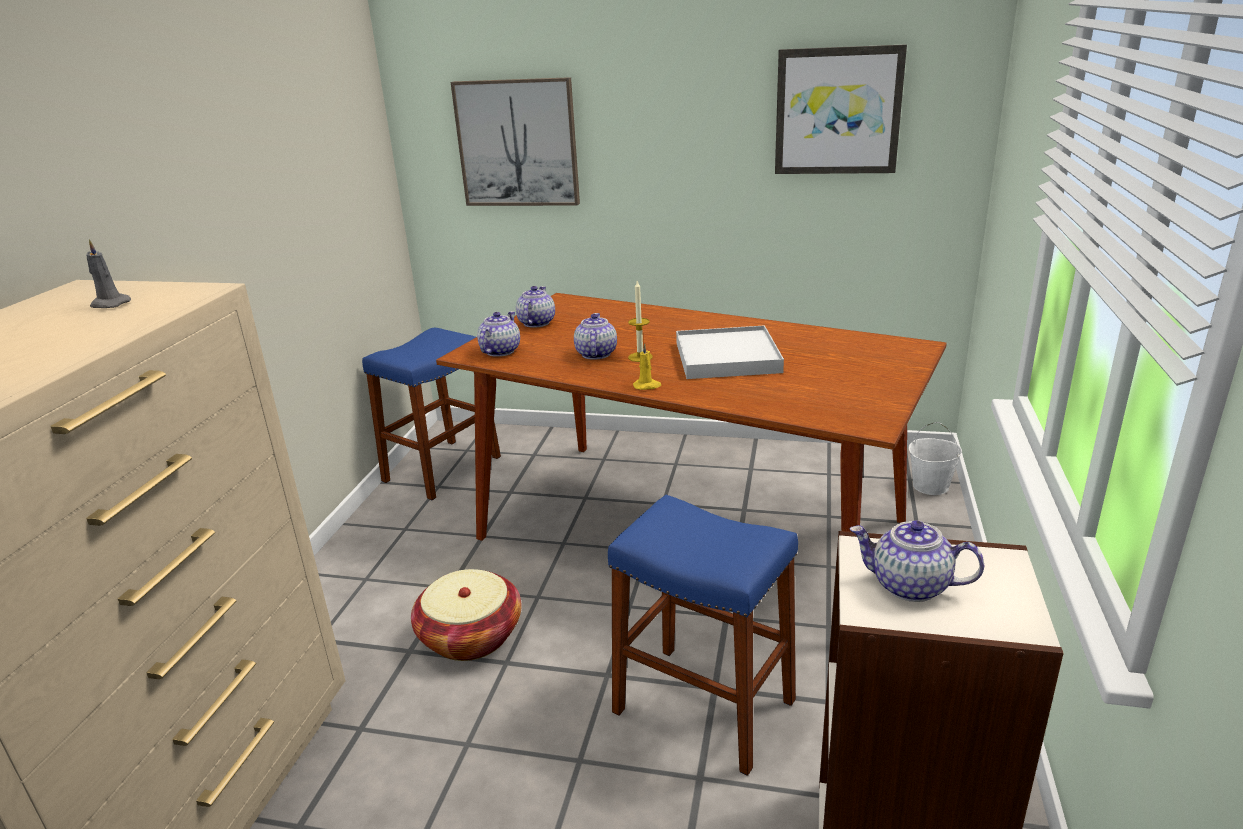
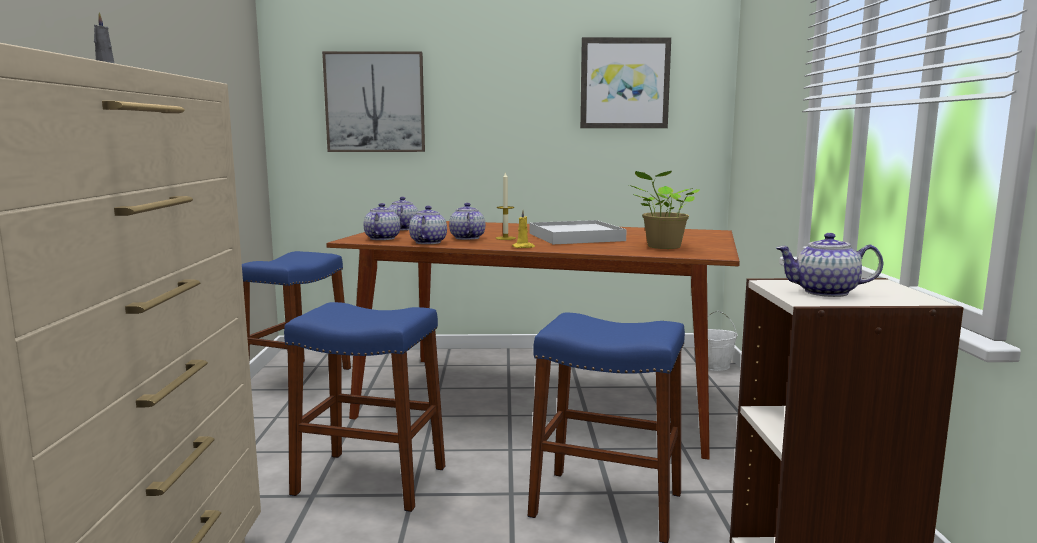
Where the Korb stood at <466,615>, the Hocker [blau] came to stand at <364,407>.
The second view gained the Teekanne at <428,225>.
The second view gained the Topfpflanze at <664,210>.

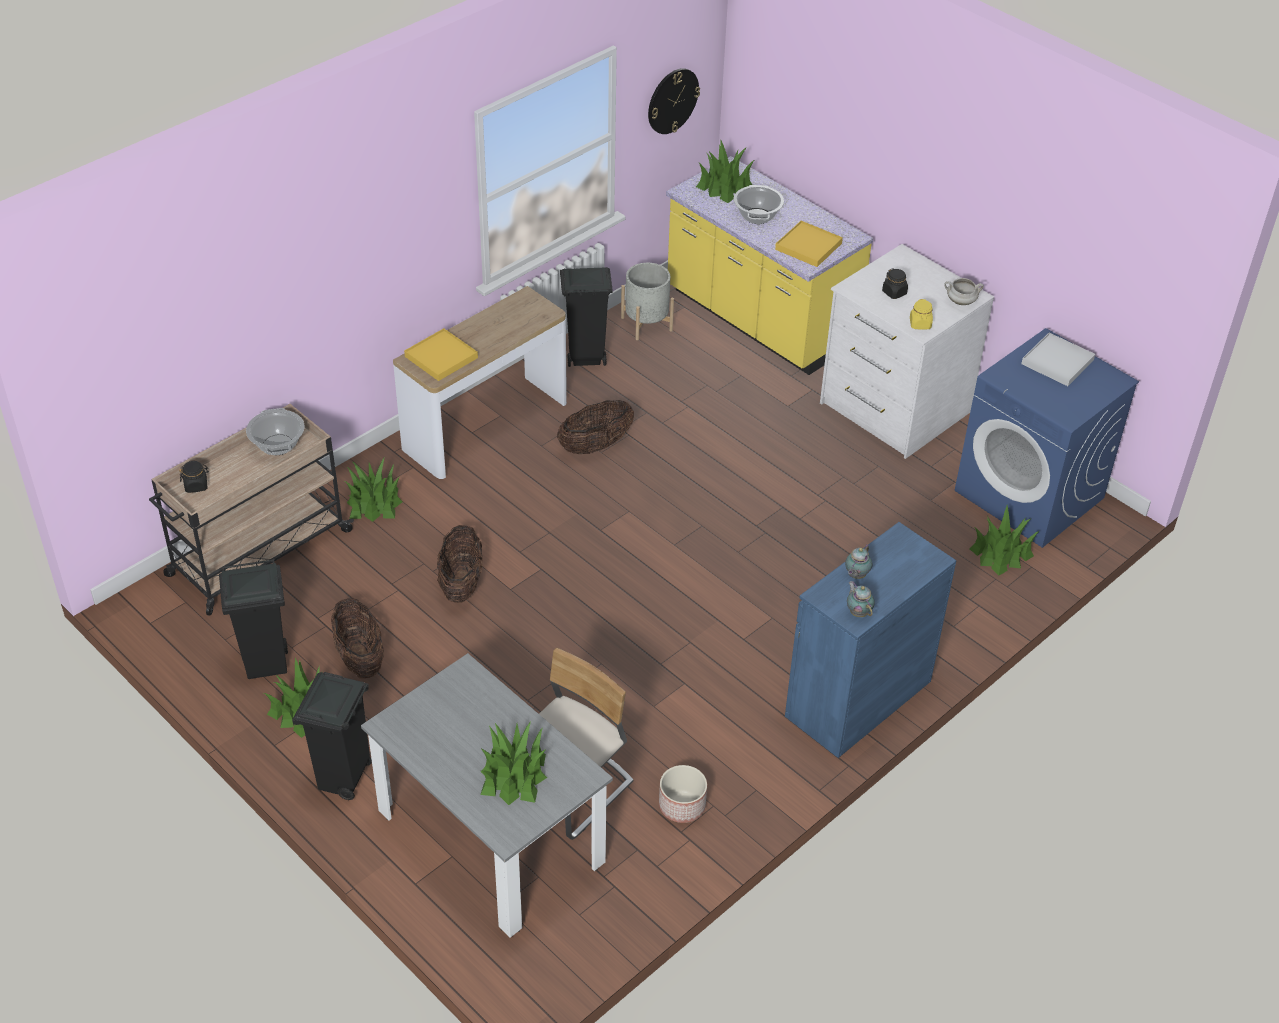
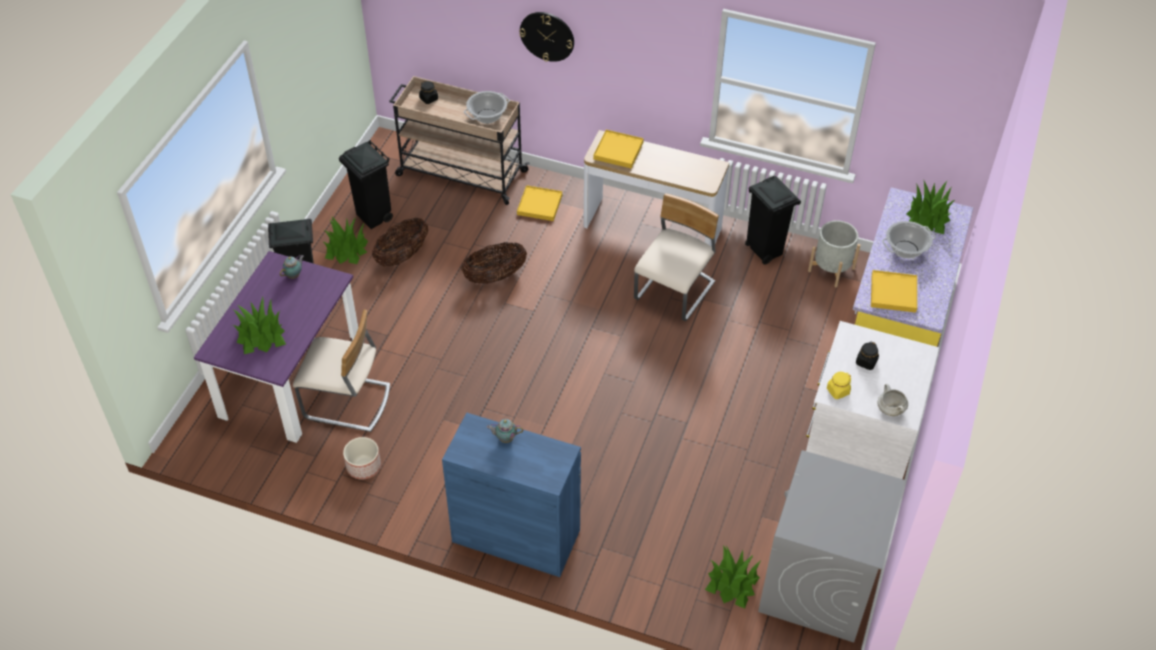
What was the Esstisch [grau] at <487,795> turned into the Esstisch [lila] at <276,347>.
The Teekanne ended up elsewhere, having gone from <861,599> to <292,267>.
Where the Topfpflanze stood at <374,489>, the Tablett [gelb] came to stand at <539,203>.
The Wanduhr ended up elsewhere, having gone from <674,101> to <546,37>.
Where the Korb stood at <595,427>, the Stuhl [beige] came to stand at <676,257>.
What was the Waschmaschine [blau] at <1047,438> turned into the Waschmaschine [grau] at <831,546>.
The second view lost the Tablett [weiß] at <1058,359>.

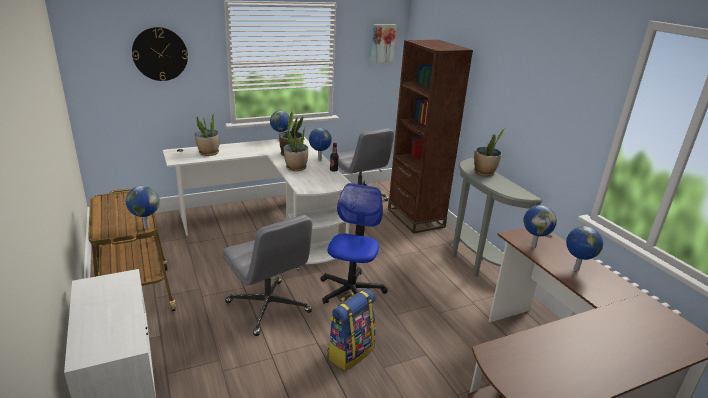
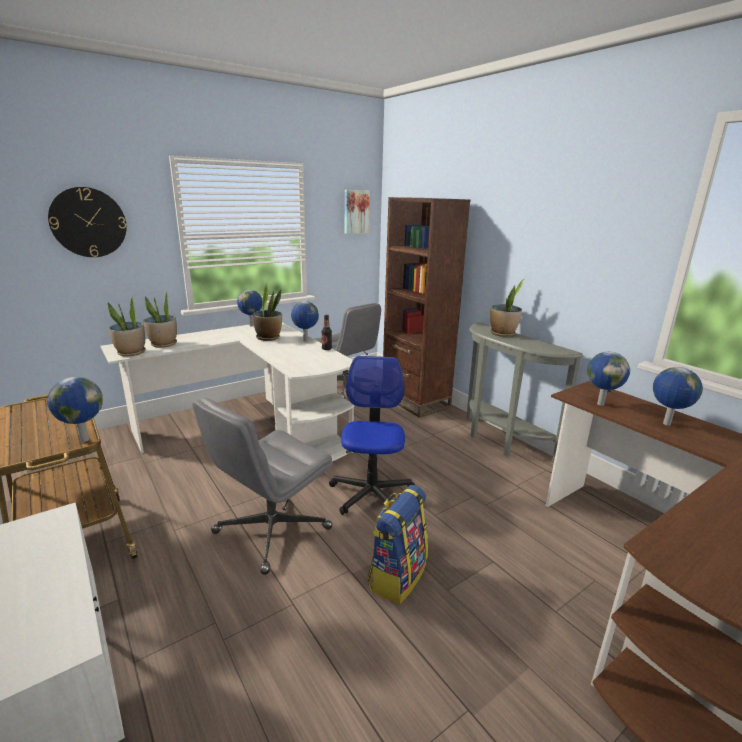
The Topfpflanze ended up elsewhere, having gone from <296,149> to <127,327>.
The Bürostuhl [grau] at <267,275> ended up facing another way, 90 degrees clockwise from before.

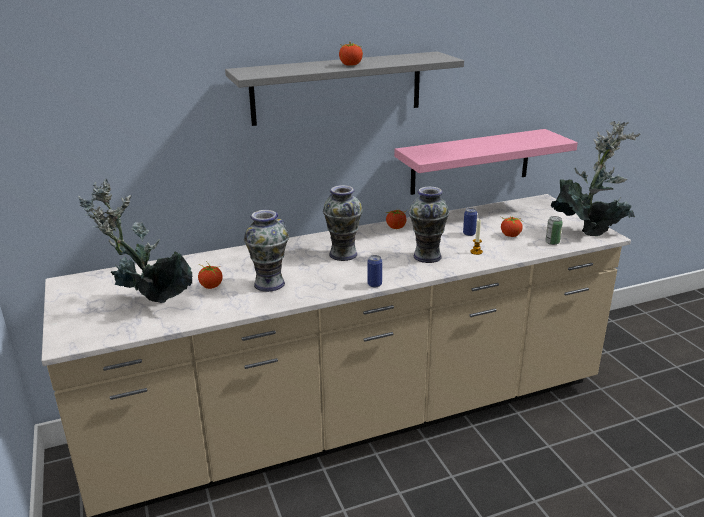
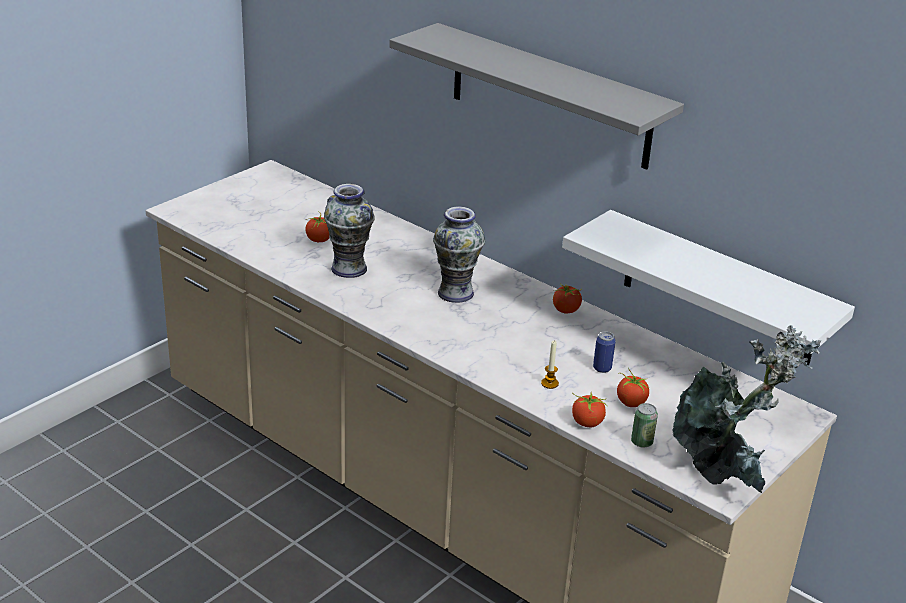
What was the Wandregal [rosa] at <486,162> turned into the Wandregal [weiß] at <708,287>.
The Tomate ended up elsewhere, having gone from <351,54> to <590,410>.
The second view lost the Topfpflanze at <135,241>.
The second view lost the Dose at <375,271>.
The second view lost the Vase at <429,225>.

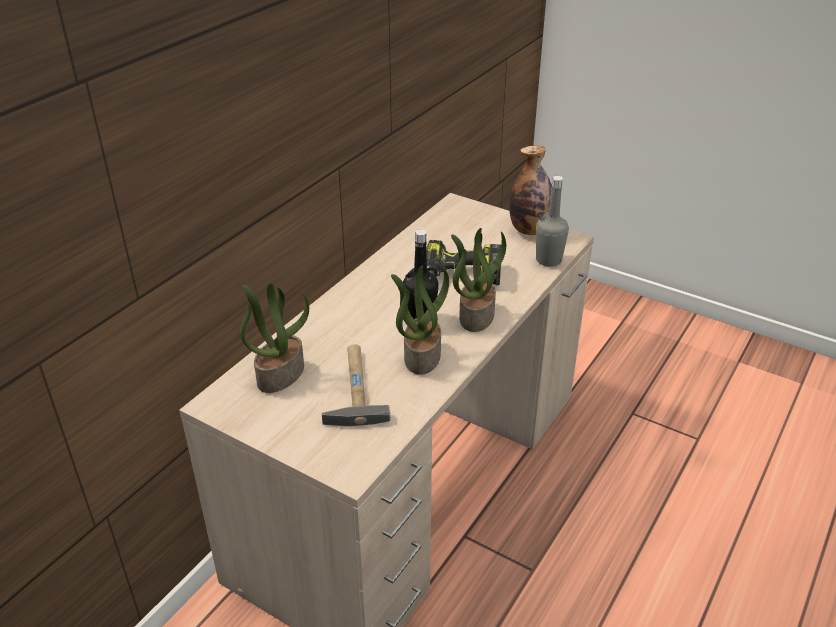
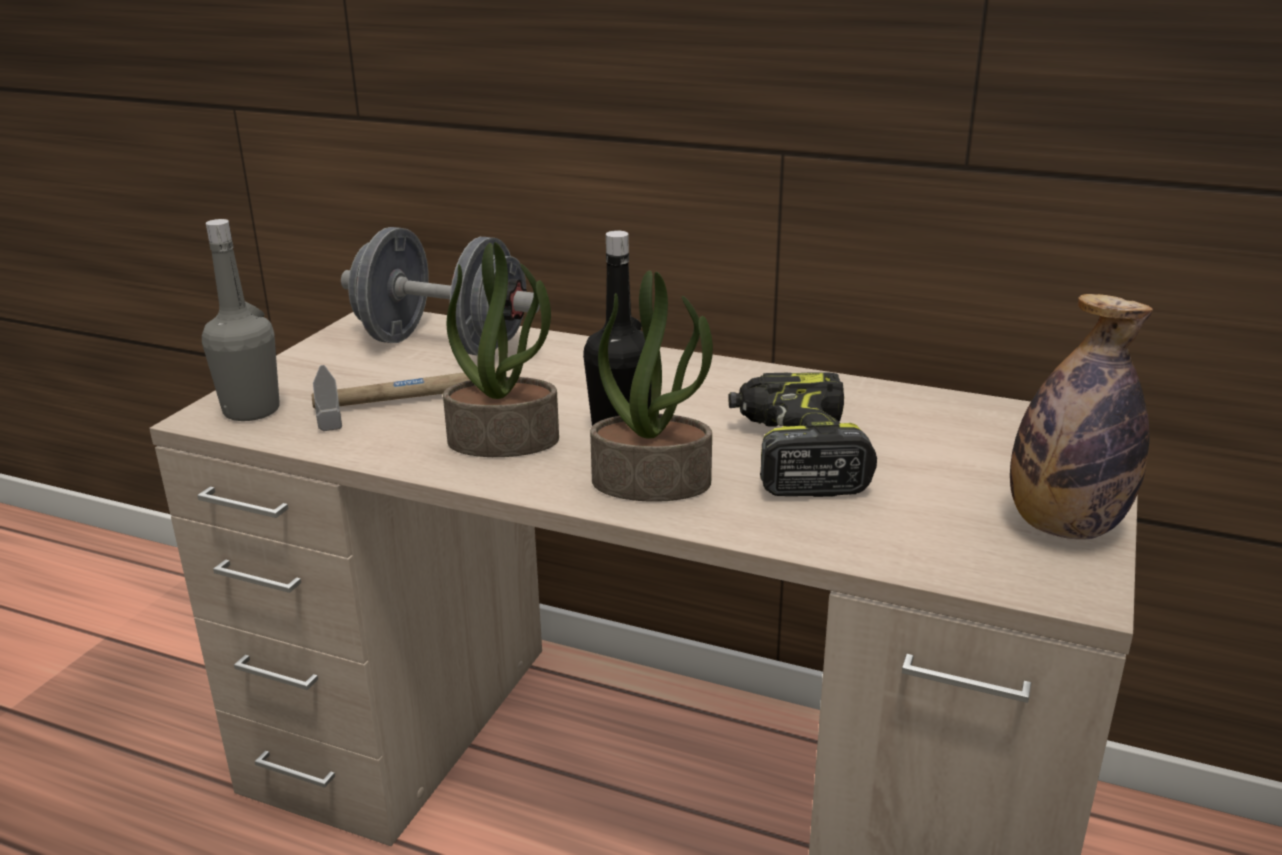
The Flasche [grau] ended up elsewhere, having gone from <552,221> to <241,320>.
Where the Topfpflanze stood at <274,338>, the Hantel [grau] came to stand at <440,291>.

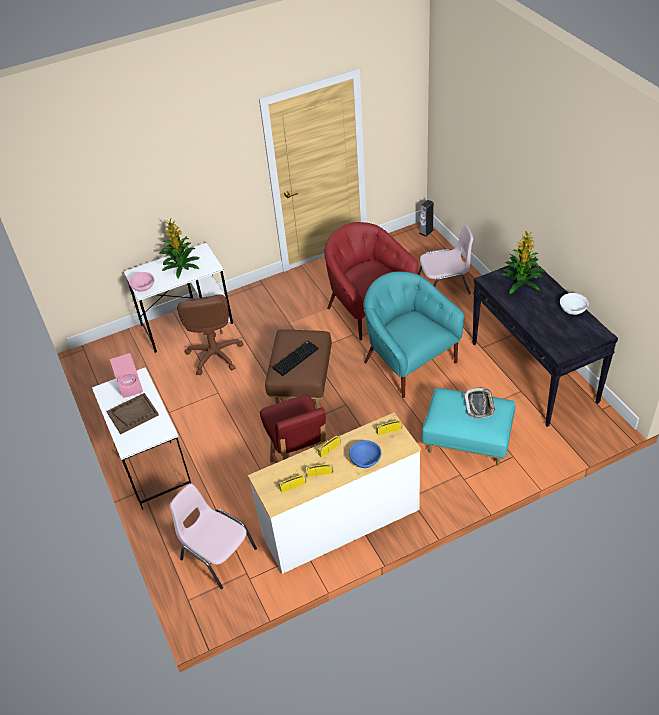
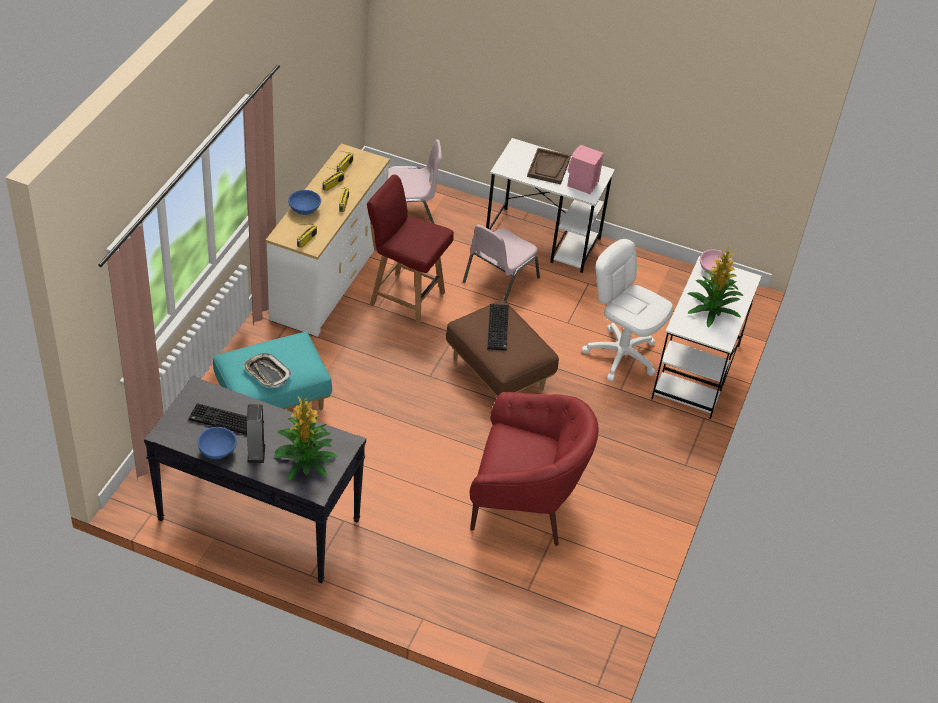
The second view gained the Tastatur at <226,419>.
What was the Schüssel [weiß] at <574,304> turned into the Schüssel [blau] at <217,443>.
The Lautsprecher ended up elsewhere, having gone from <426,218> to <255,433>.
The Stuhl [rosa] ended up elsewhere, having gone from <445,259> to <501,263>.
What was the Bürostuhl [braun] at <210,334> turned into the Bürostuhl [weiß] at <627,310>.
The second view lost the Sessel [türkis] at <414,335>.

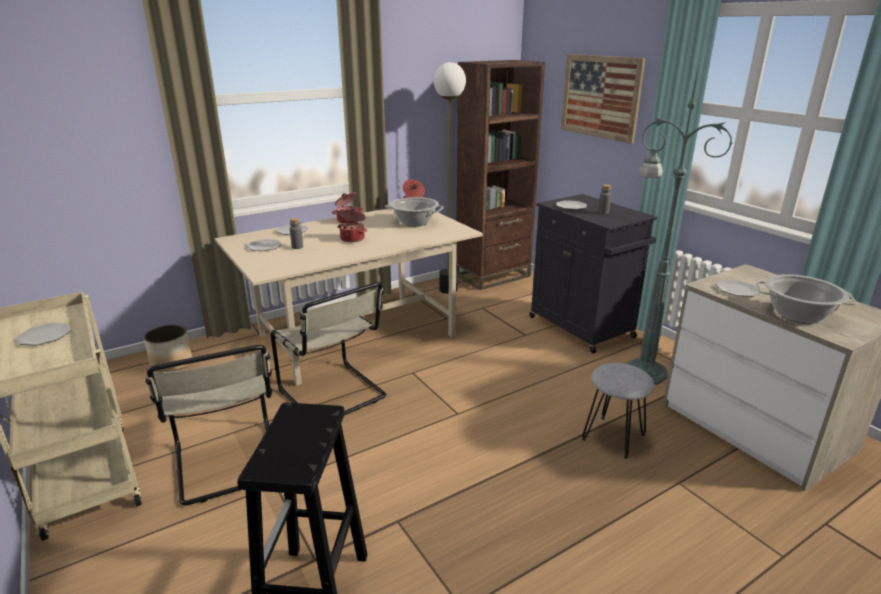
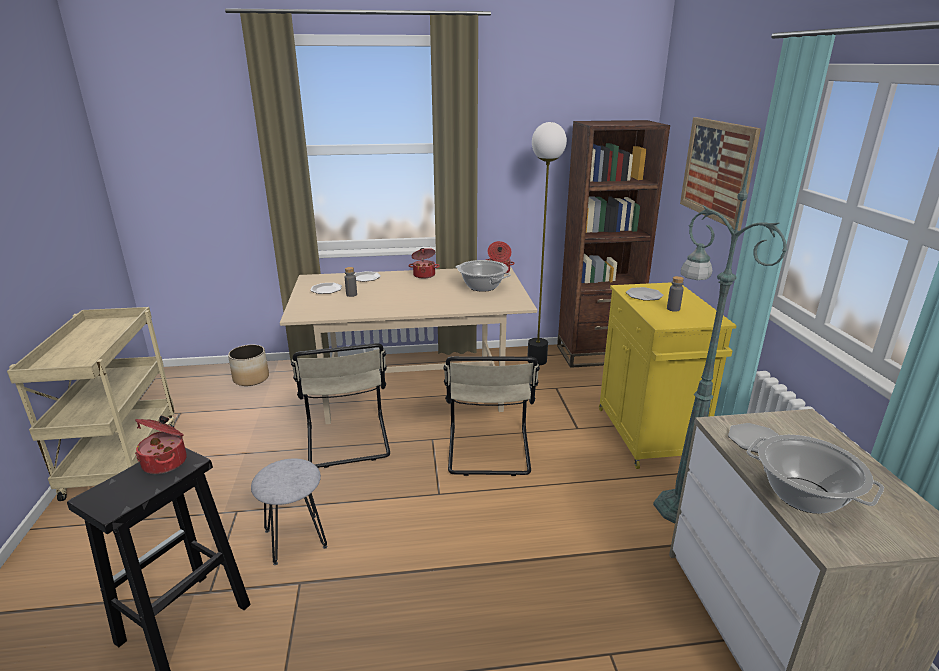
The Kochtopf ended up elsewhere, having gone from <352,225> to <161,444>.
The Hocker [grau] ended up elsewhere, having gone from <618,411> to <289,511>.
The Stuhl [beige] ended up elsewhere, having gone from <208,425> to <491,416>.
What was the Schrank [schwarz] at <593,273> turned into the Schrank [gelb] at <668,375>.
The second view lost the Teller at <43,334>.

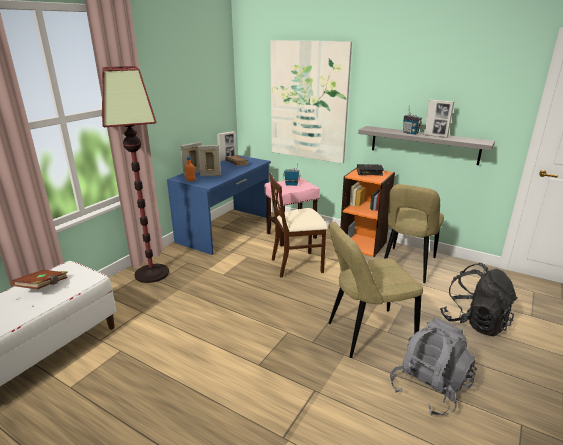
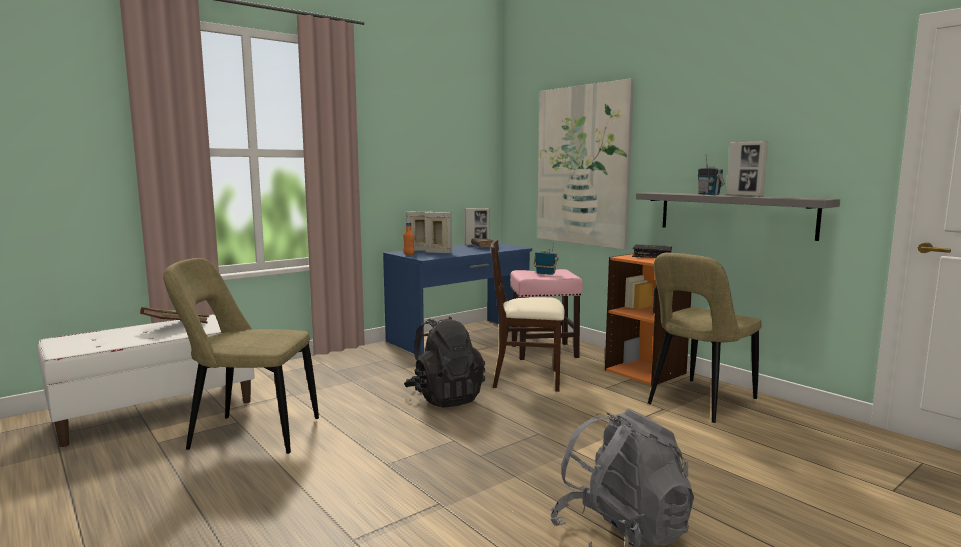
The Stuhl [beige] ended up elsewhere, having gone from <376,290> to <241,356>.
The Rucksack [schwarz] ended up elsewhere, having gone from <479,299> to <444,362>.
The second view lost the Stehlampe at <135,174>.

